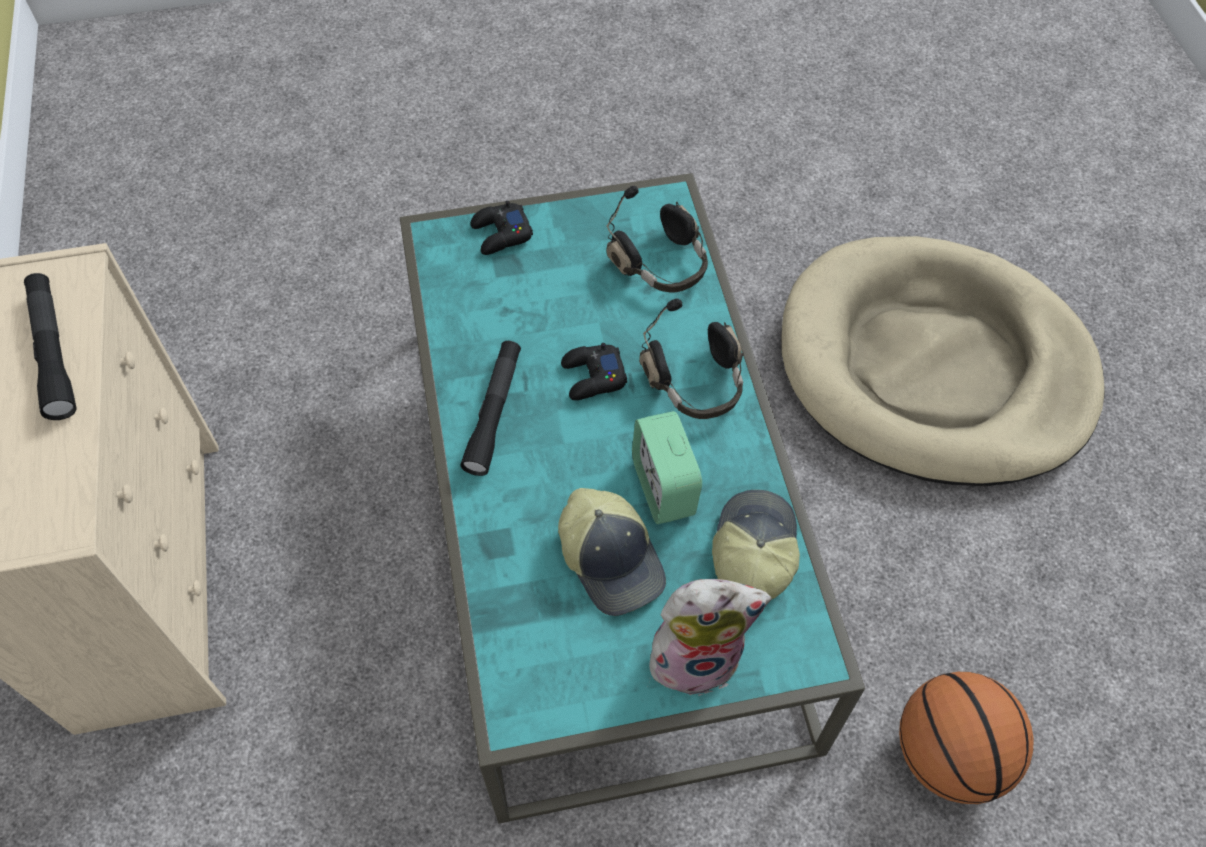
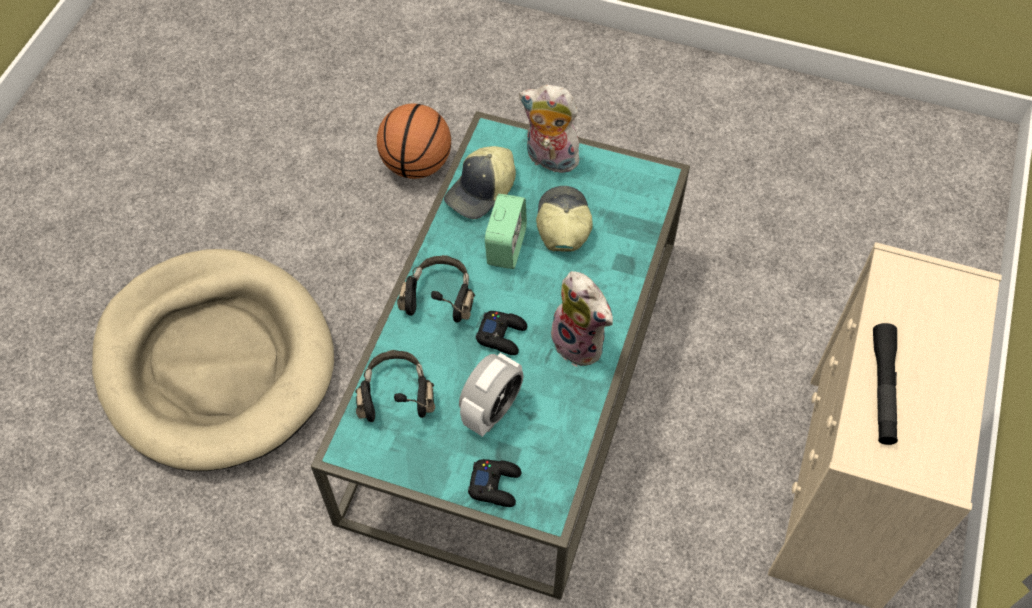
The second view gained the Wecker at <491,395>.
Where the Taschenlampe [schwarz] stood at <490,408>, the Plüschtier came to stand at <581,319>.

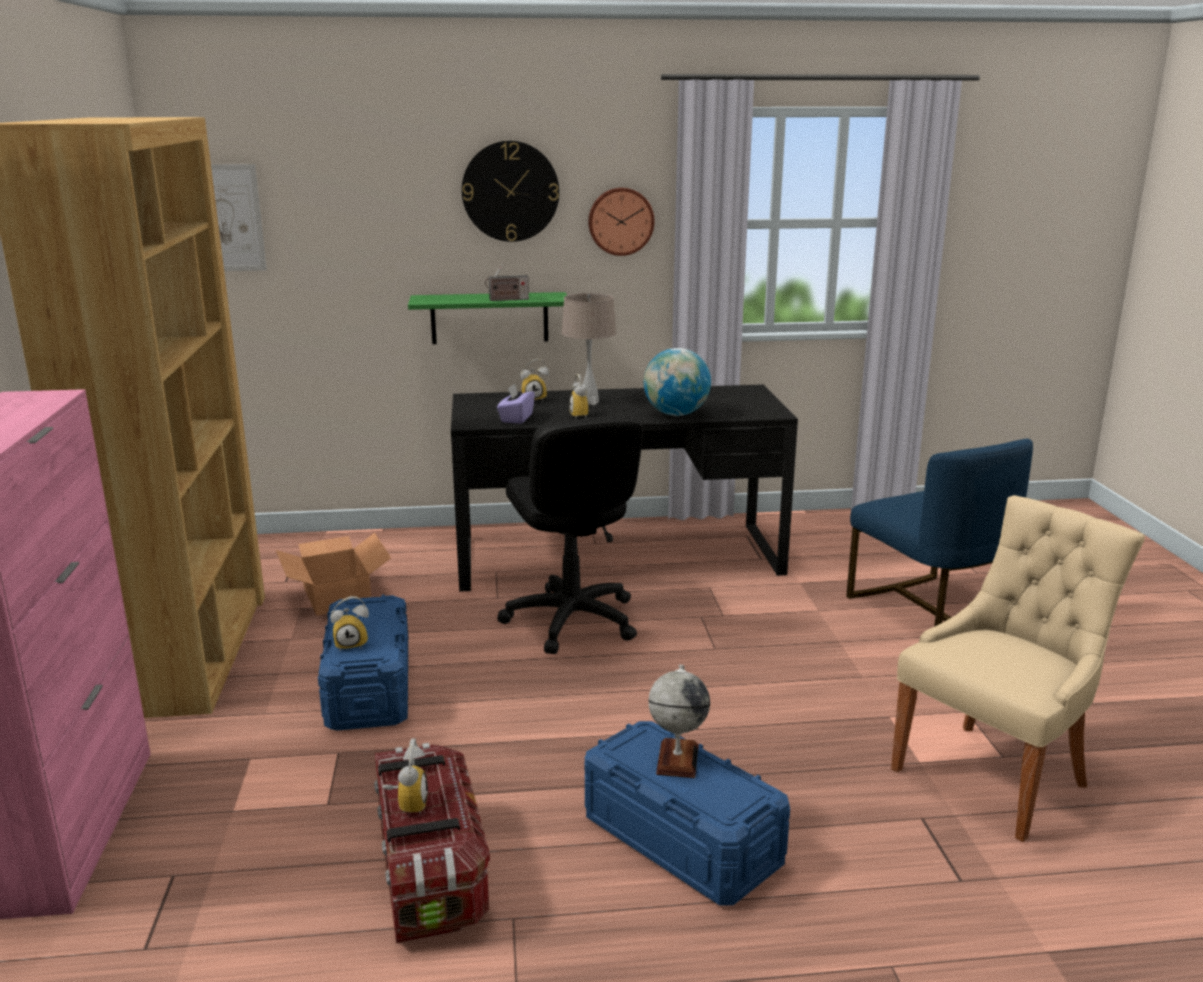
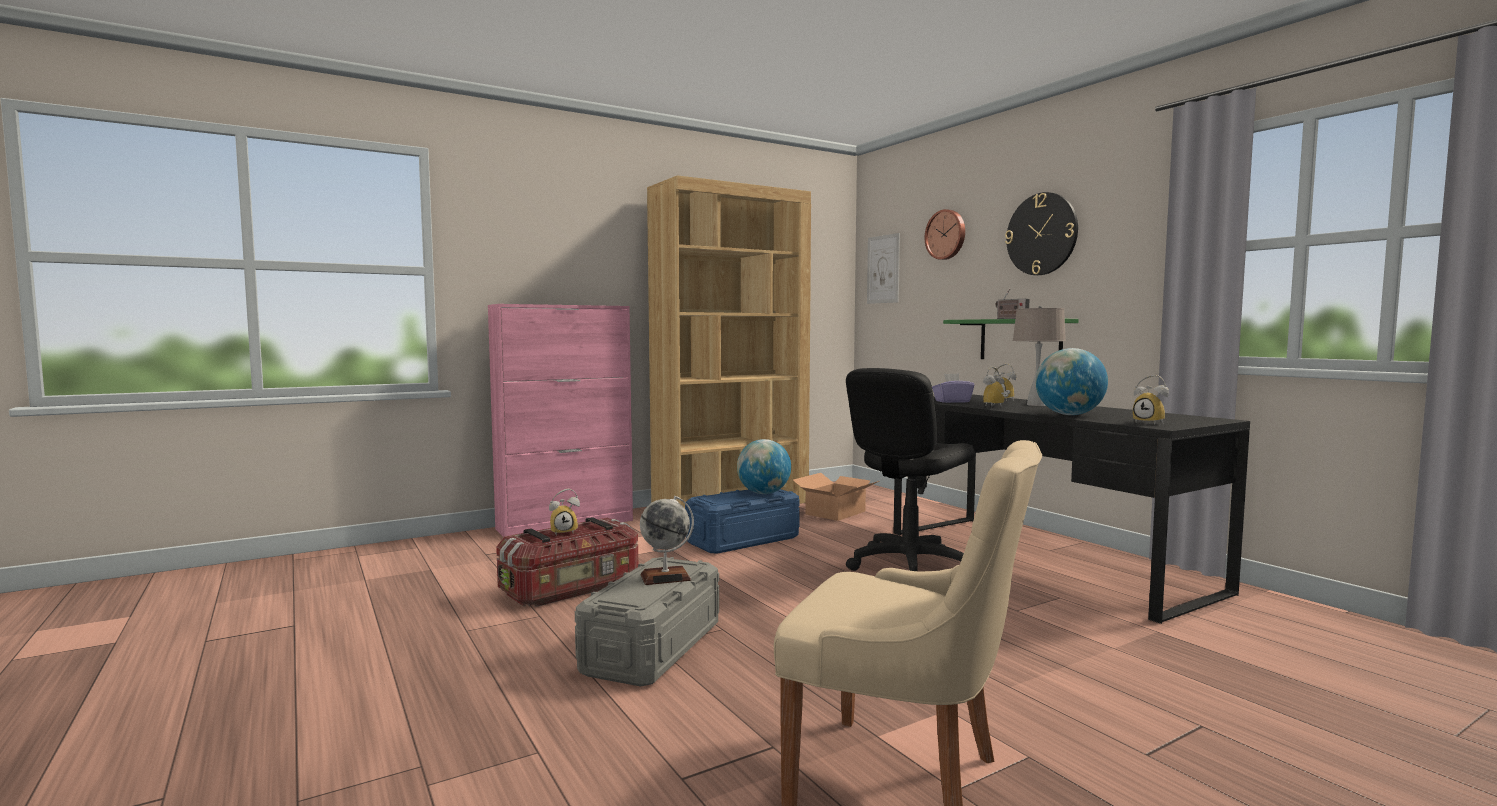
What was the Aufbewahrungsbox [blau] at <687,813> turned into the Aufbewahrungsbox [grau] at <647,621>.
The second view gained the Globus at <764,466>.
The Wanduhr ended up elsewhere, having gone from <621,222> to <945,234>.
The Wecker ended up elsewhere, having gone from <349,623> to <1151,400>.
The second view lost the Stuhl [blau] at <939,532>.

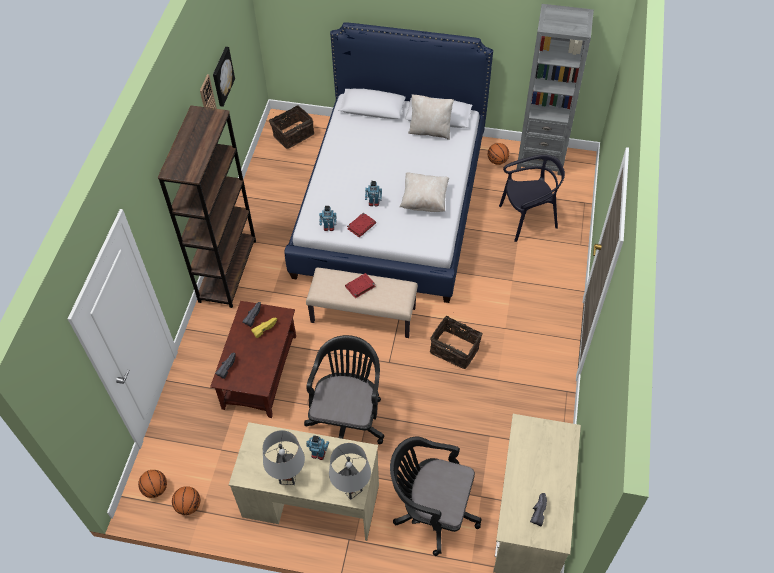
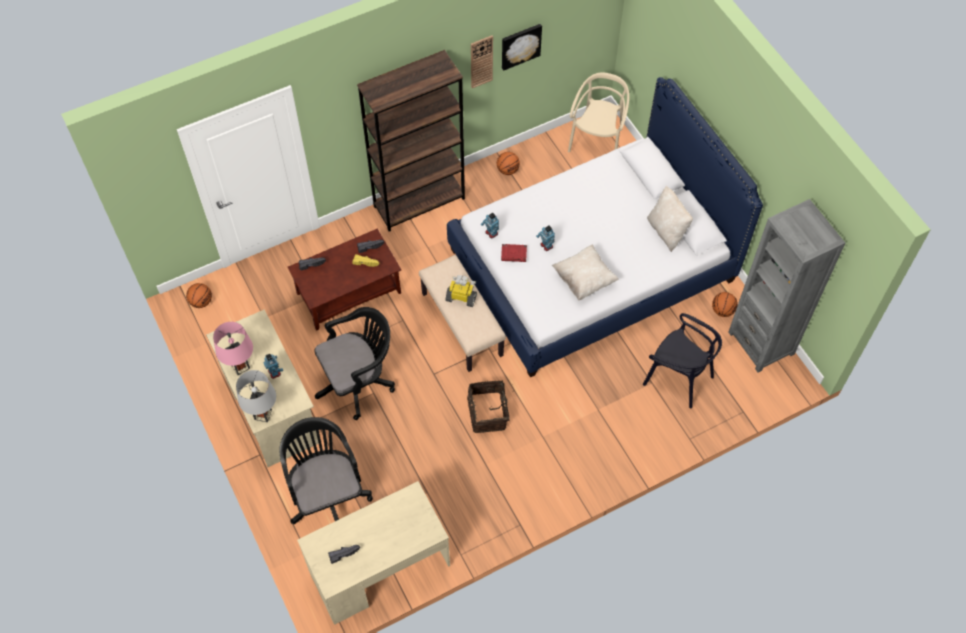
What was the Tischlampe [grau] at <284,457> turned into the Tischlampe [rosa] at <233,348>.
Where the Buch [rot] stood at <360,285>, the Spielzeugroboter came to stand at <461,291>.
The Basketball ended up elsewhere, having gone from <186,500> to <508,163>.
Where the Korb stood at <291,127>, the Stuhl [beige] came to stand at <598,112>.

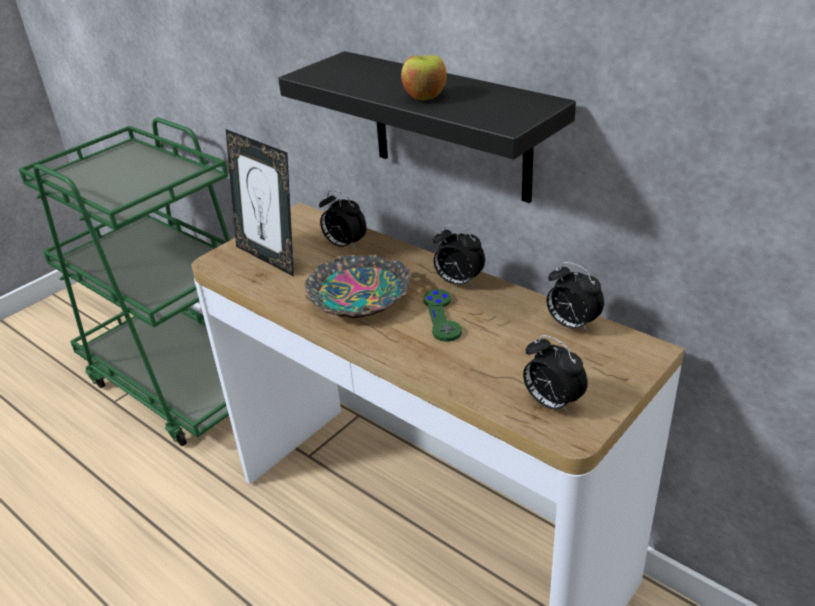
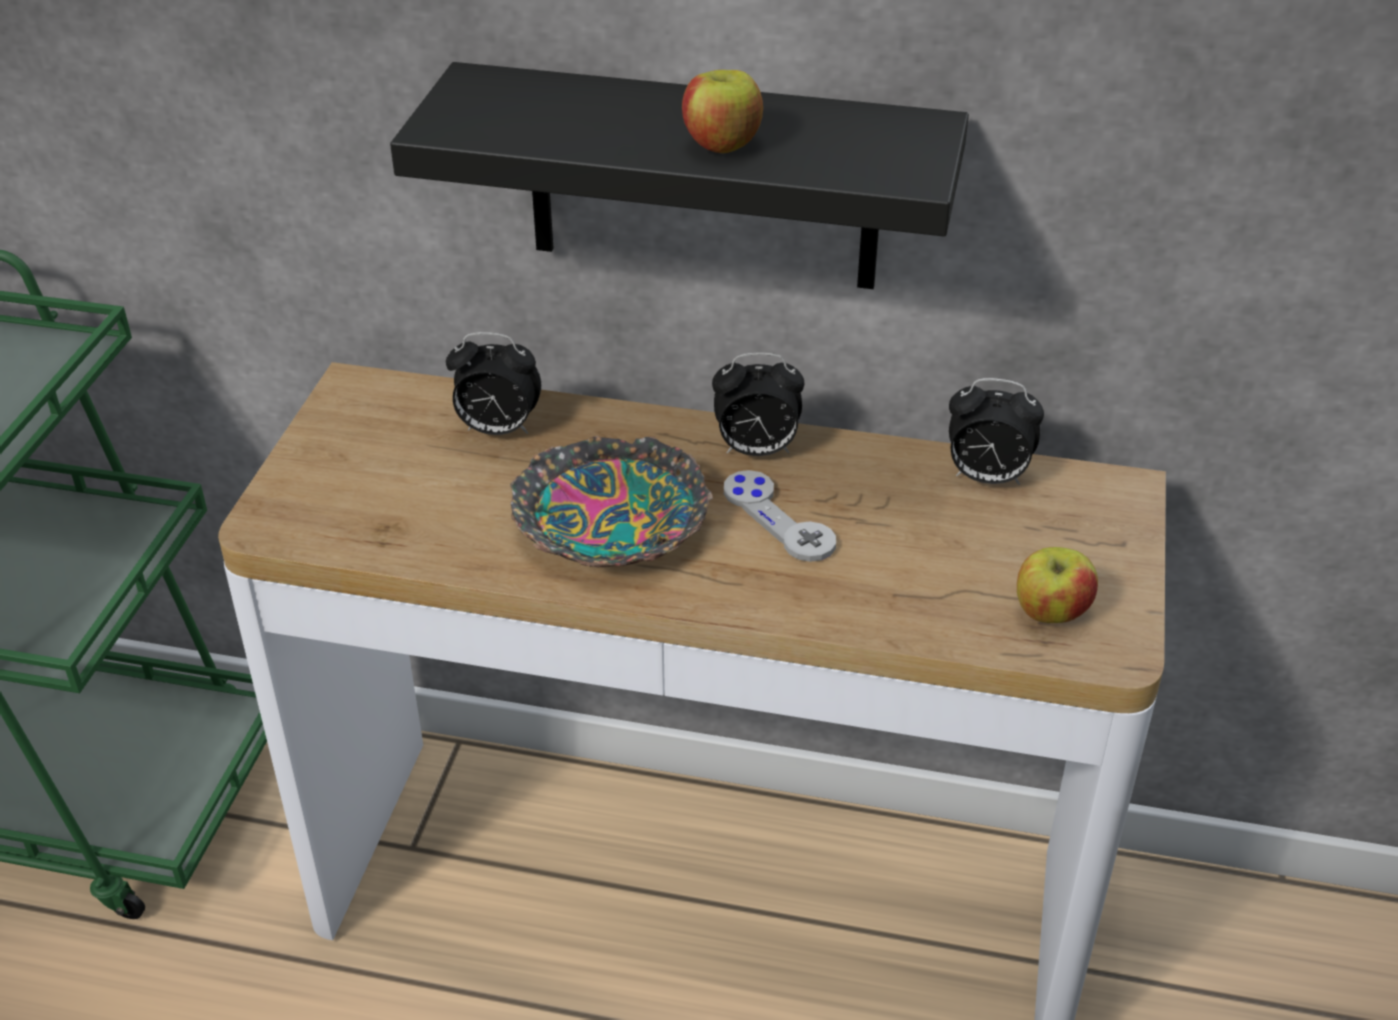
What was the Gamepad [grün] at <442,315> turned into the Gamepad [grau] at <780,516>.
Where the Wecker stood at <555,375>, the Apfel came to stand at <1057,585>.
The second view lost the Bilderrahmen at <260,203>.

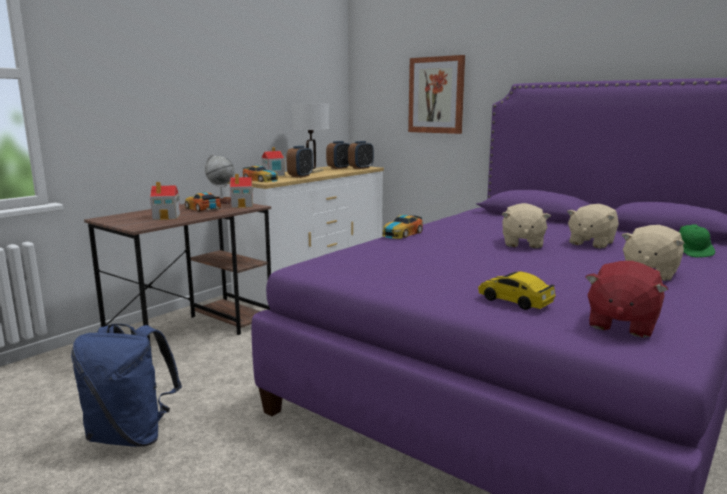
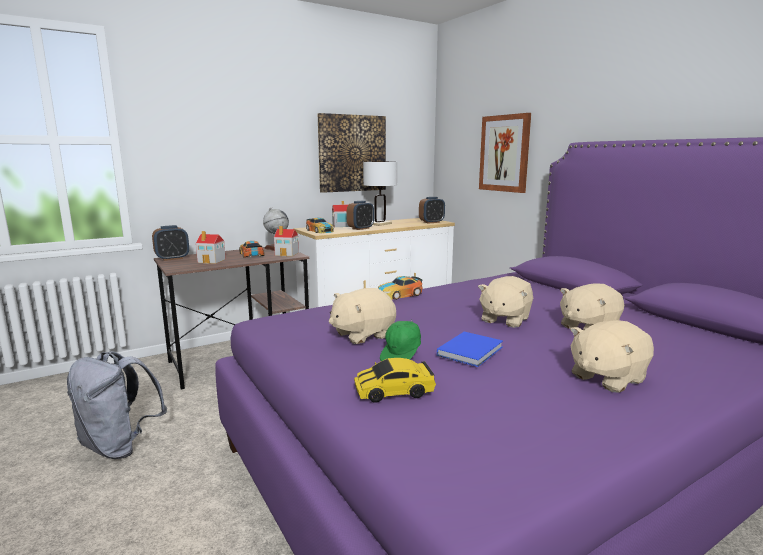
What was the Rucksack [blau] at <126,385> turned into the Rucksack [grau] at <117,405>.
The Wecker ended up elsewhere, having gone from <338,155> to <170,243>.
The second view gained the Bild at <352,153>.
The second view gained the Plüschtier [beige] at <362,316>.
The Spielzeugauto at <517,290> ended up facing another way, 75 degrees counterclockwise from before.
The Kappe [grün] ended up elsewhere, having gone from <697,240> to <400,341>.
The second view gained the Buch [blau] at <470,349>.
The second view lost the Plüschtier [rot] at <627,299>.

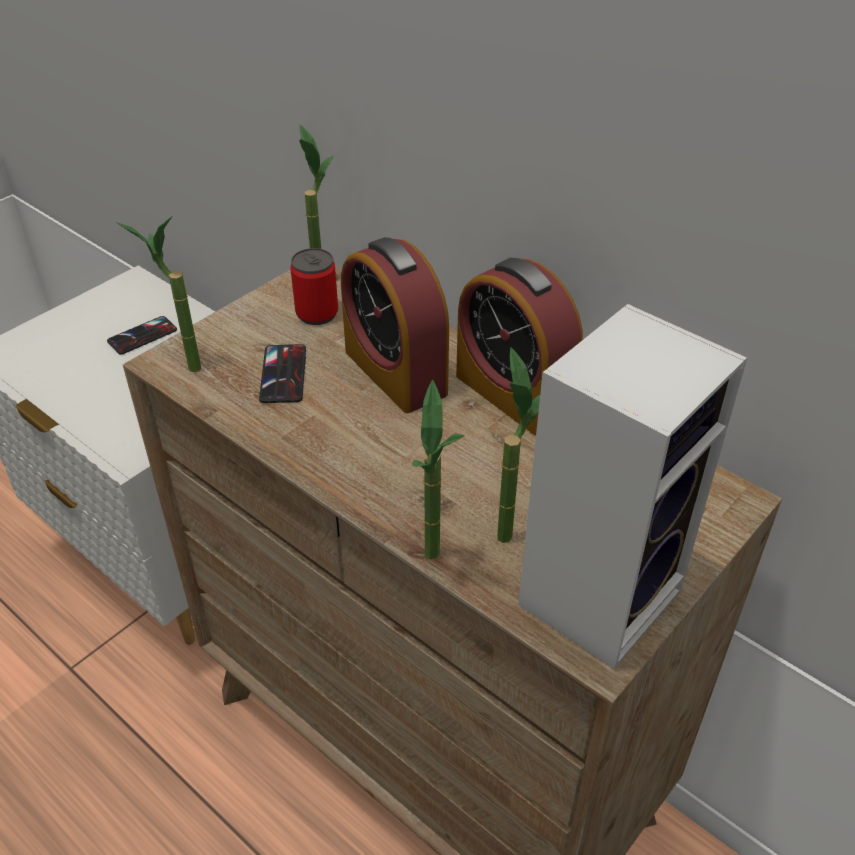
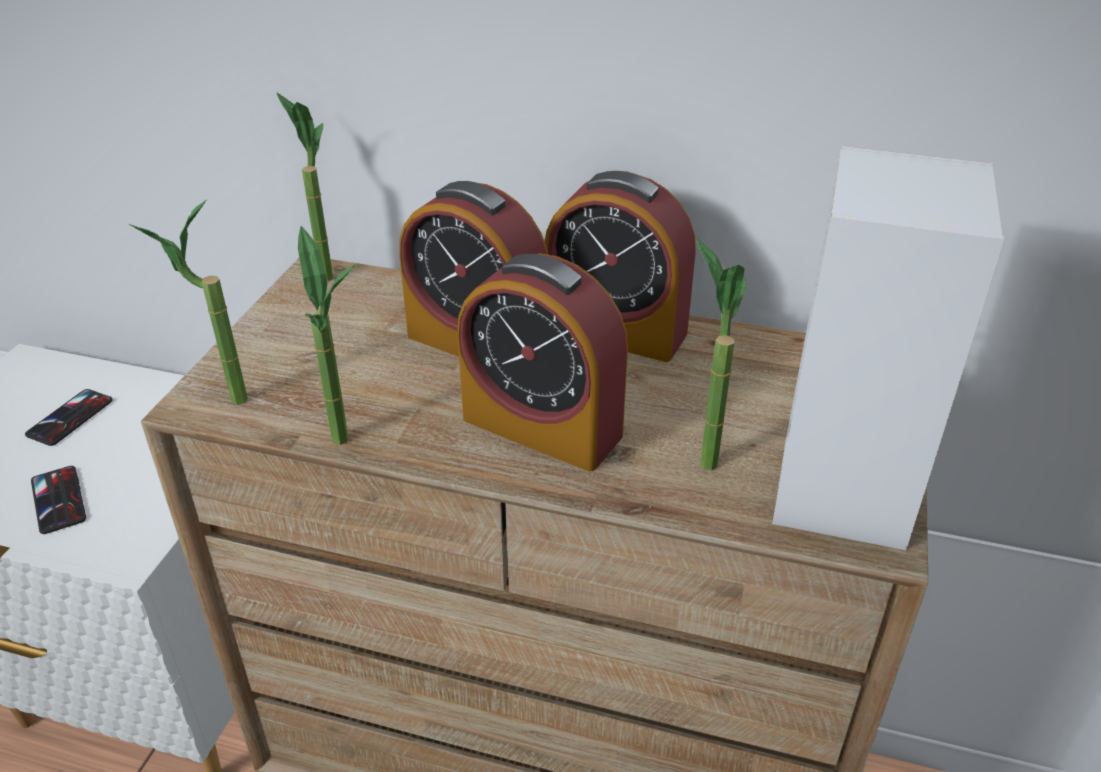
The Handy ended up elsewhere, having gone from <282,373> to <58,500>.
The Topfpflanze ended up elsewhere, having gone from <438,469> to <326,335>.
The second view gained the Wecker at <542,362>.
The second view lost the Dose at <314,286>.

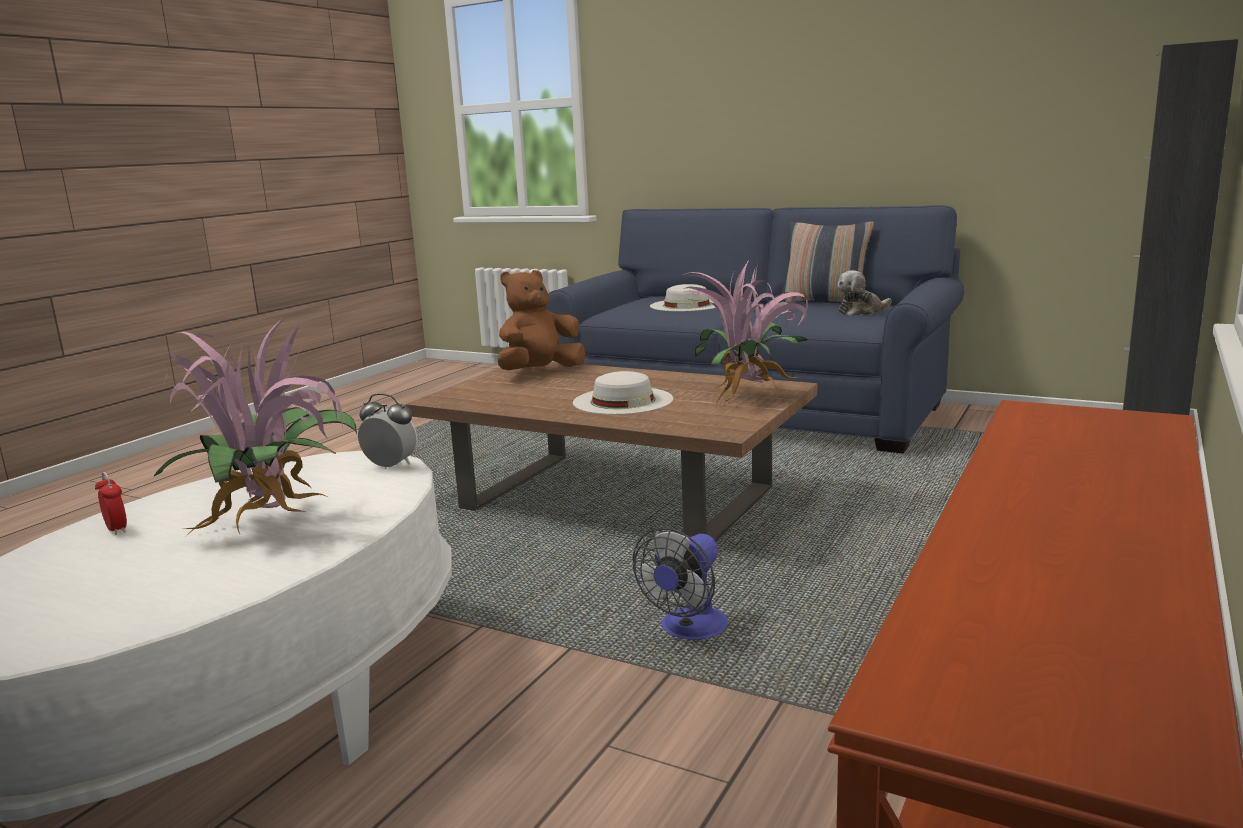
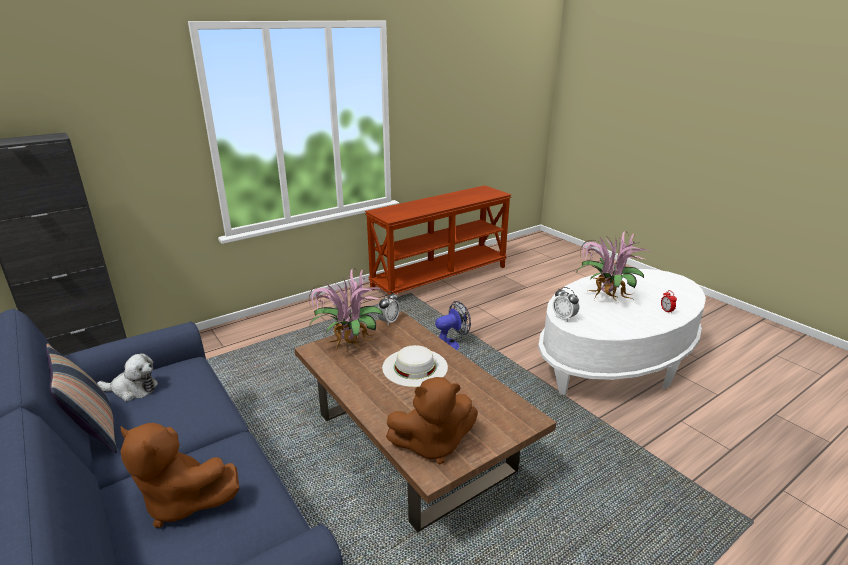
Where the Hut [weiß] stood at <683,297>, the Plüschtier [braun] came to stand at <179,475>.
The second view gained the Wecker at <388,308>.

